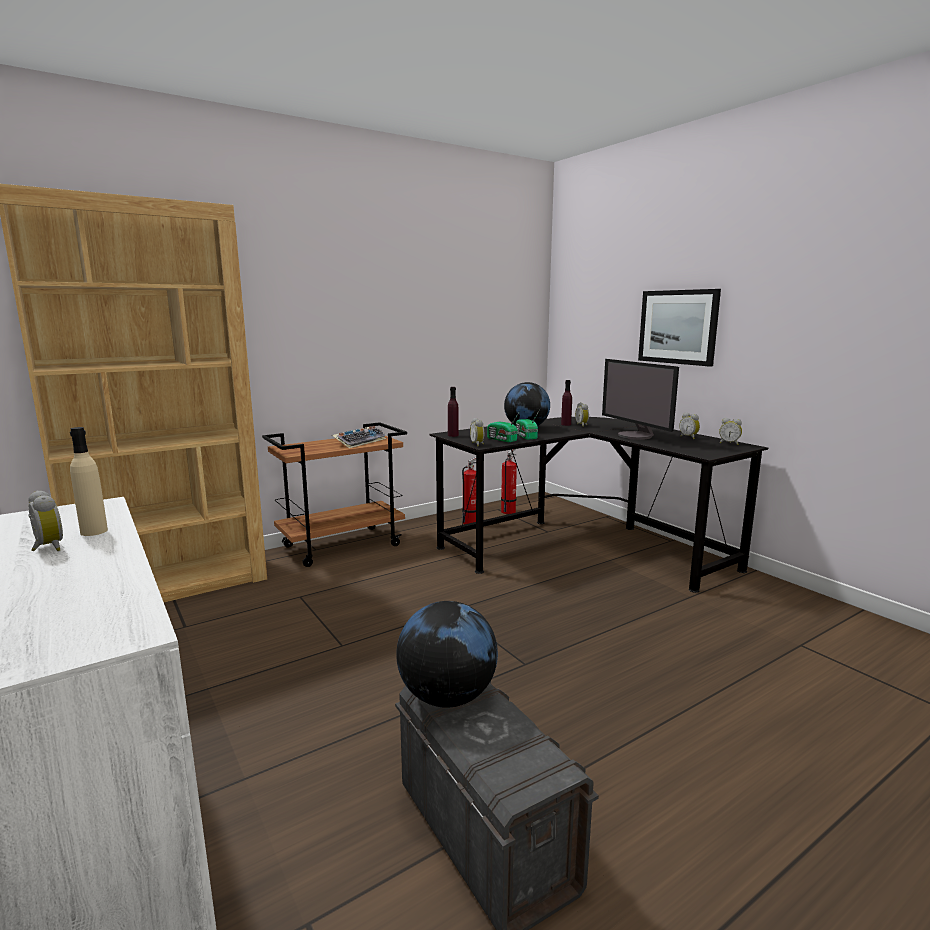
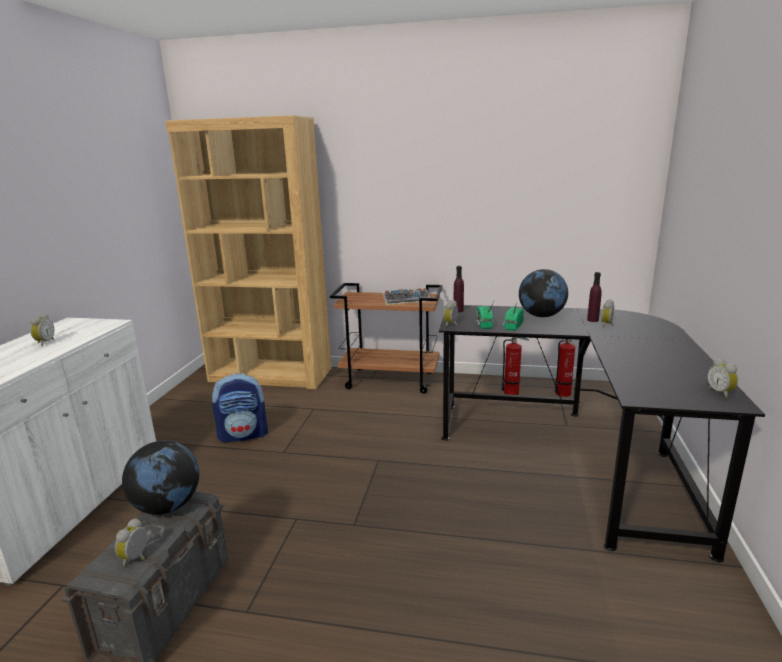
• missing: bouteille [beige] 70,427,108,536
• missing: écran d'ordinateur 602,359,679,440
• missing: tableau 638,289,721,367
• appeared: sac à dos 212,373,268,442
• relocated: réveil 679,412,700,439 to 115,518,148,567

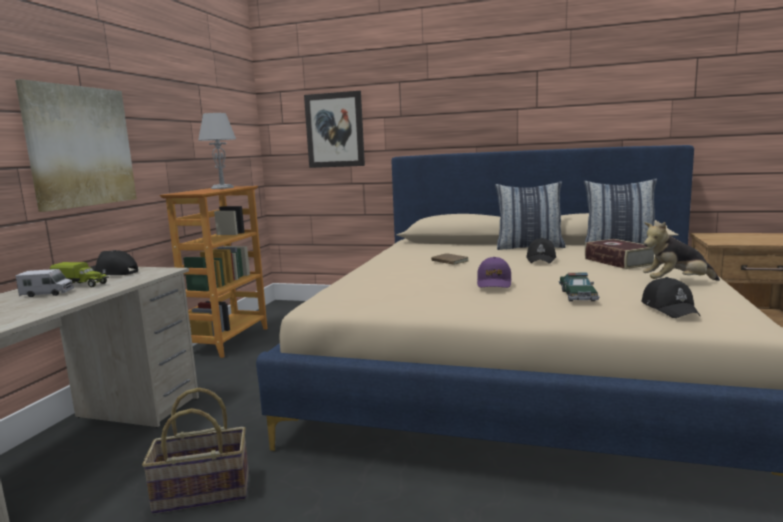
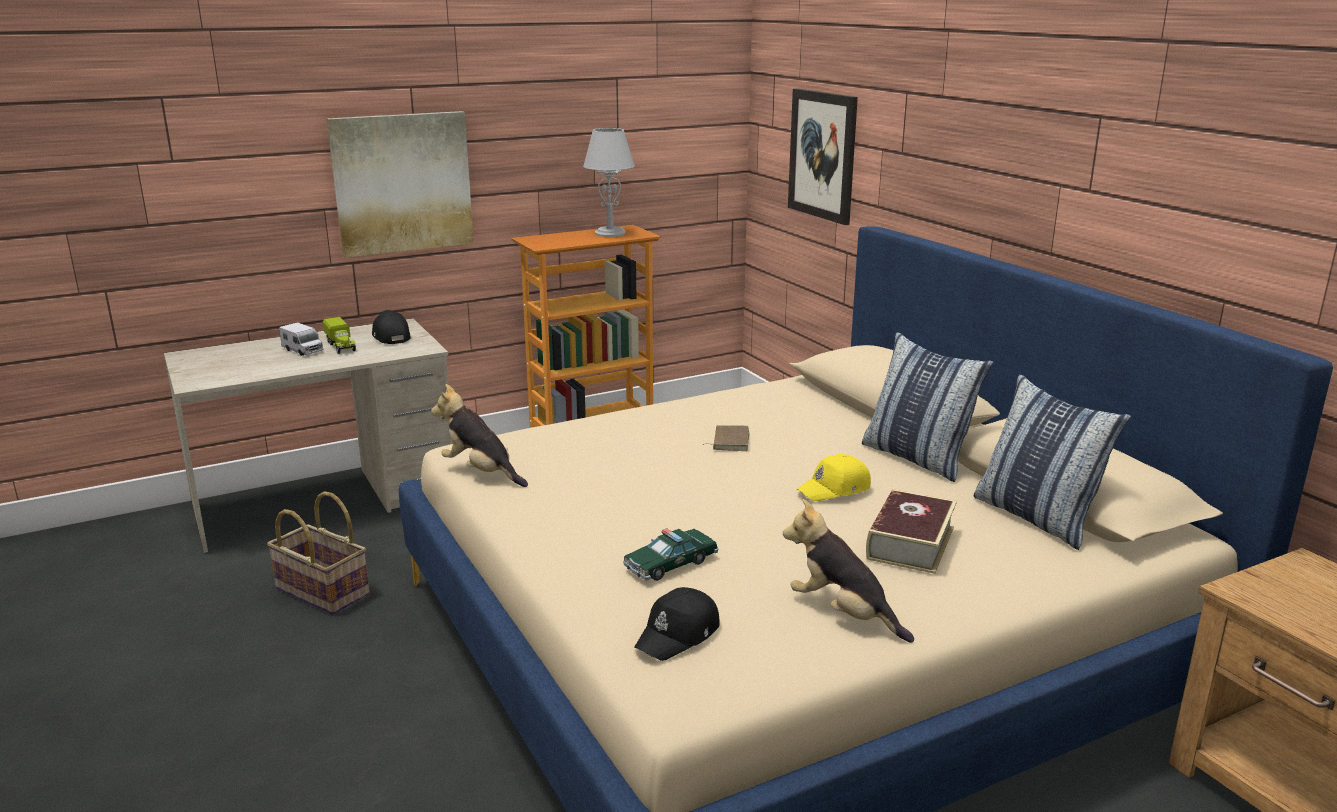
• missing: casquette [violet] 477,257,512,288
• appeared: peluche 431,384,528,487
• colour: casquette [noir] 526,238,556,264 to casquette [jaune] 797,454,871,501

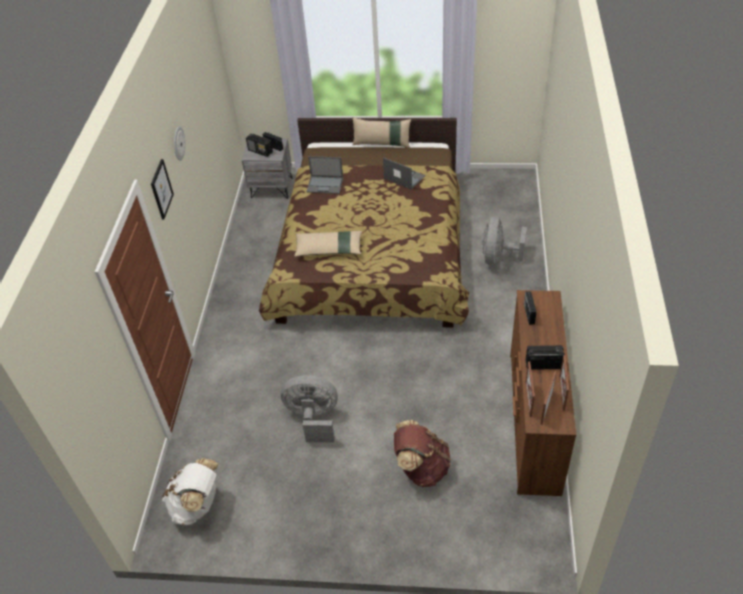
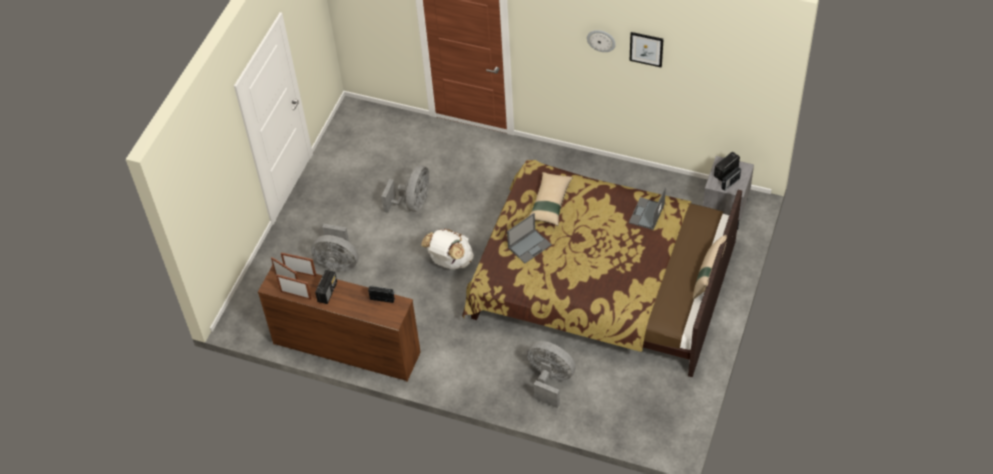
• relocated: tableau 151,159,174,219 to 629,32,664,67
• relocated: sac à dos [blanc] 162,458,218,525 to 421,229,474,269
• relocated: ordinateur portable 383,157,425,190 to 507,213,552,263
• exchanged: sac à dos [marron] 394,420,451,487 to ventilateur [gris] 311,224,358,271

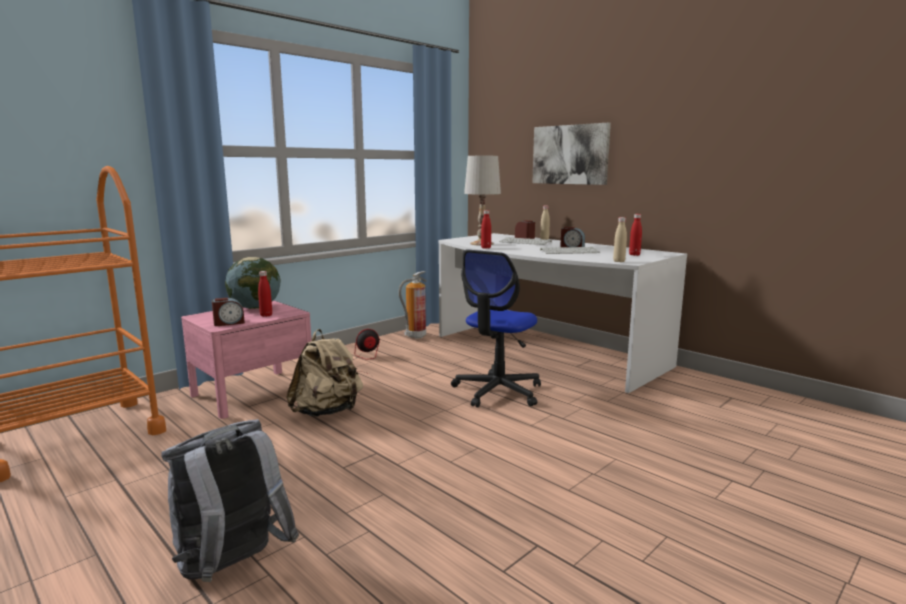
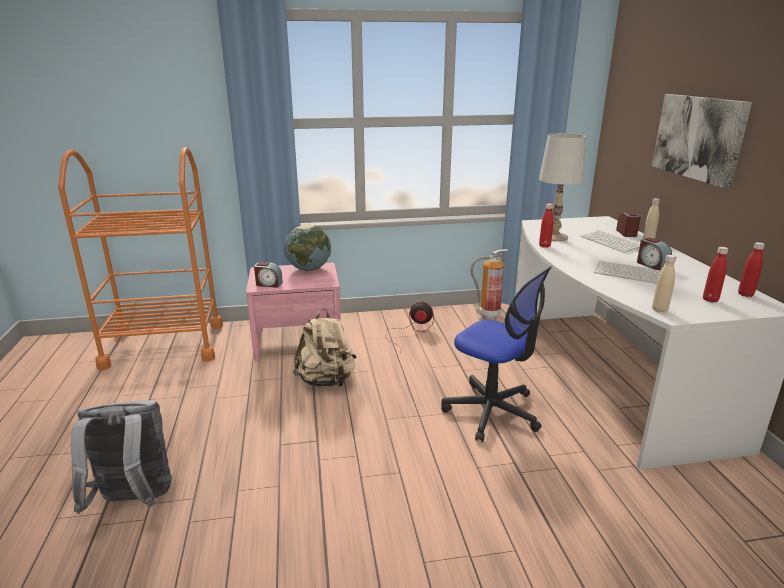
• relocated: bouteille [rouge] 258,271,272,317 to 738,242,765,297
• spun: chaise de bureau 451,249,541,407 = 441,266,552,442 120 degrees counterclockwise

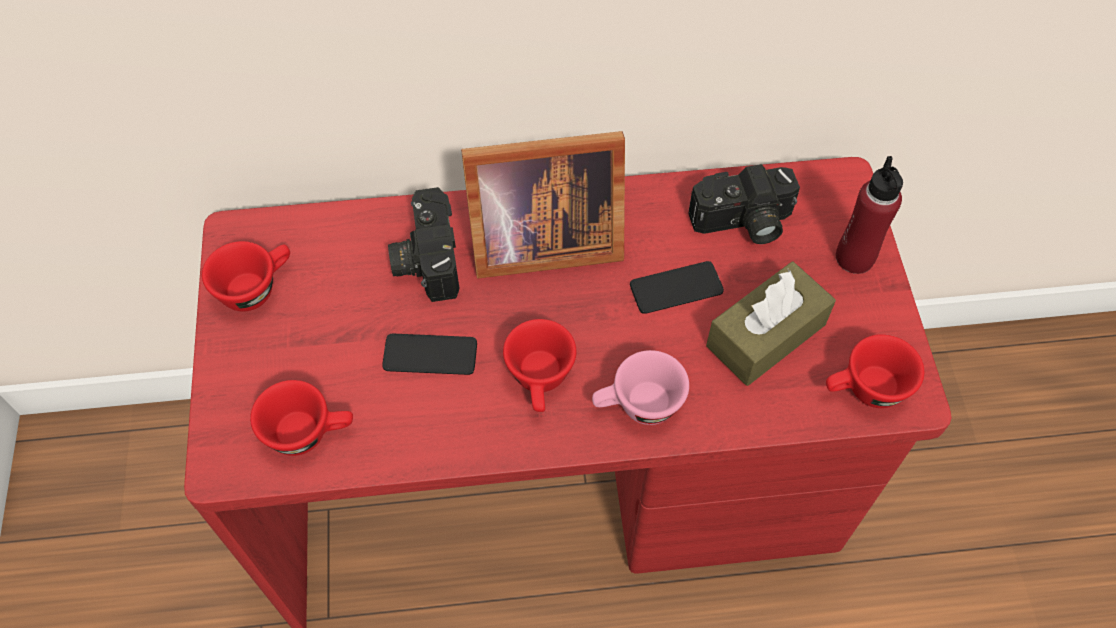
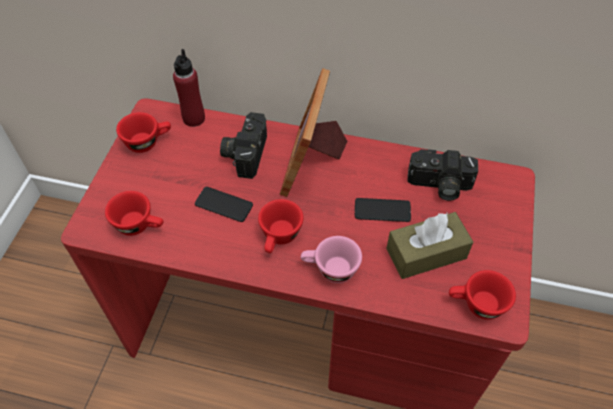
• relocated: bouteille [rouge] 836,156,903,274 to 173,49,205,127
• spun: cadre photo 461,131,625,278 = 280,68,347,197 90 degrees clockwise

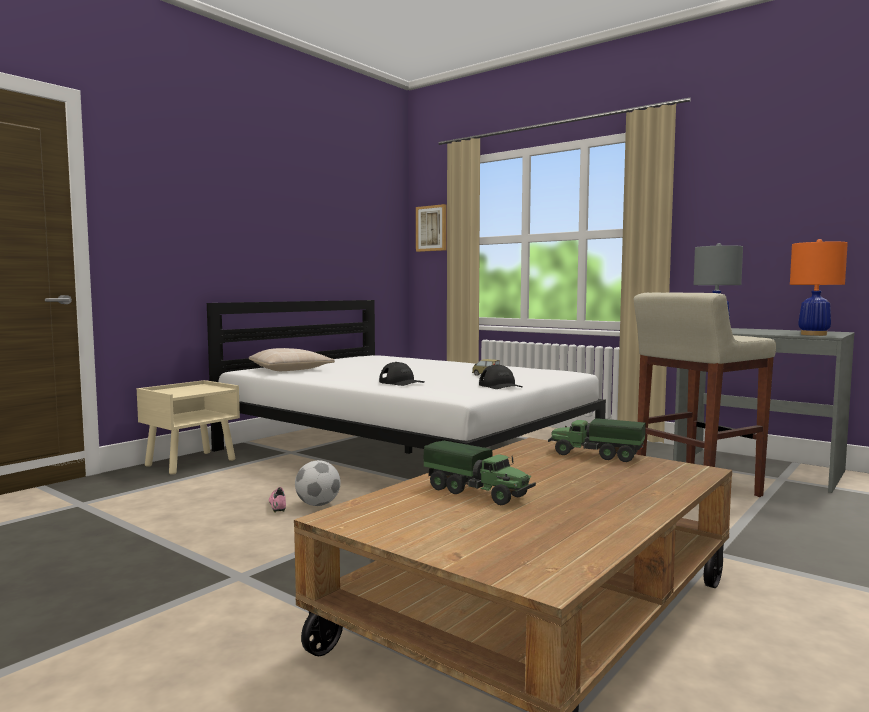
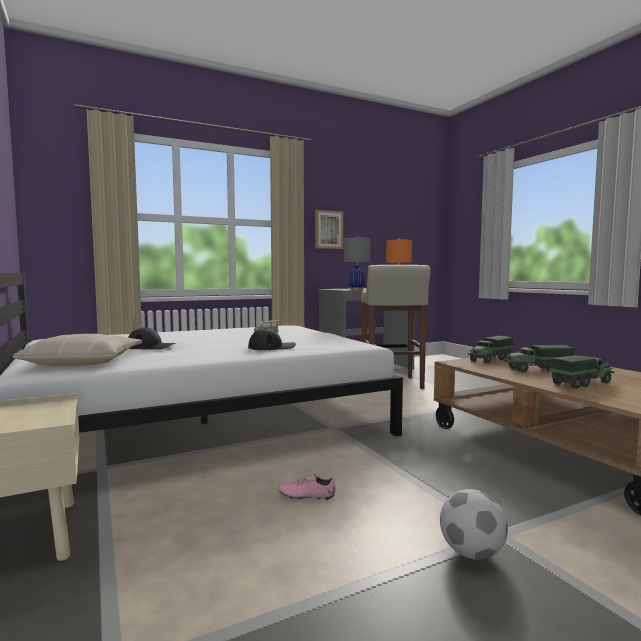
• appeared: camion jouet 504,345,574,372
• relocated: ballon de foot 295,460,340,506 to 440,489,508,560
• relocated: tableau 416,204,447,252 to 315,210,343,249
• relocated: casquette [noir] 479,364,522,389 to 128,327,175,349

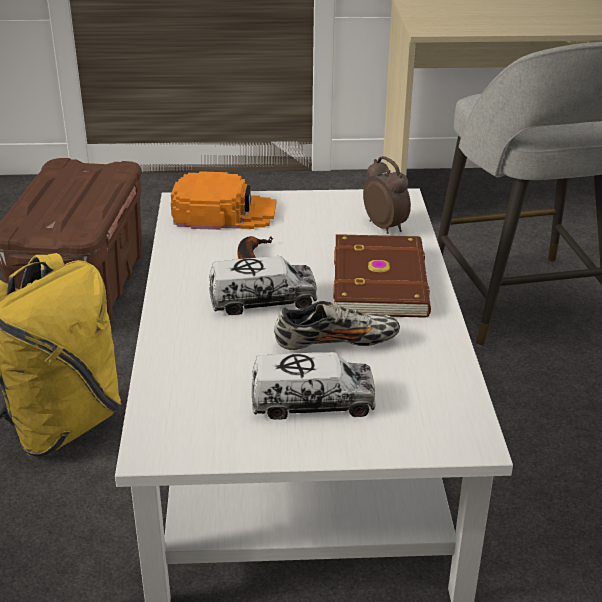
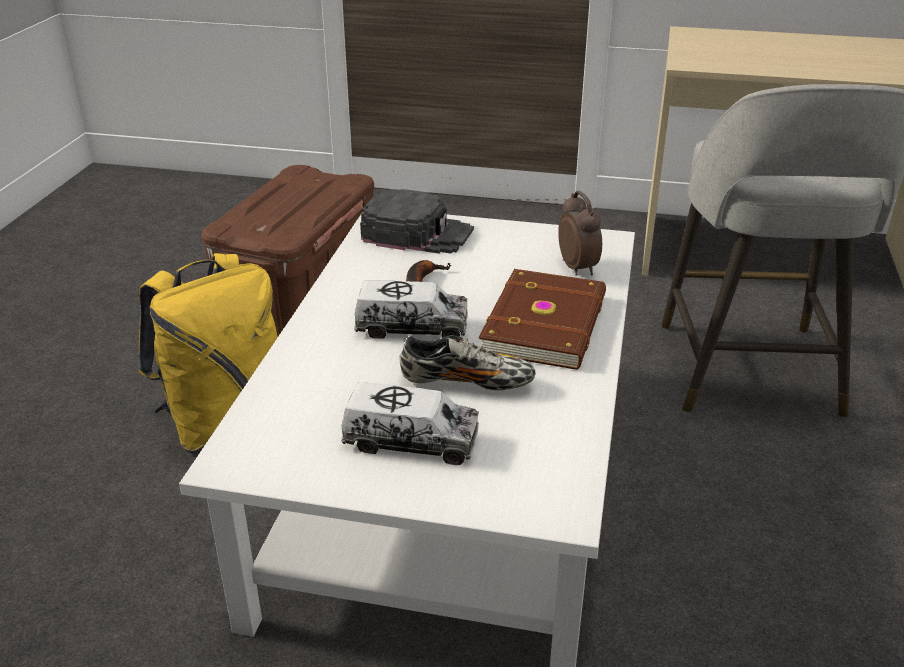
• colour: casquette [orange] 171,171,277,230 to casquette [noir] 360,189,474,254

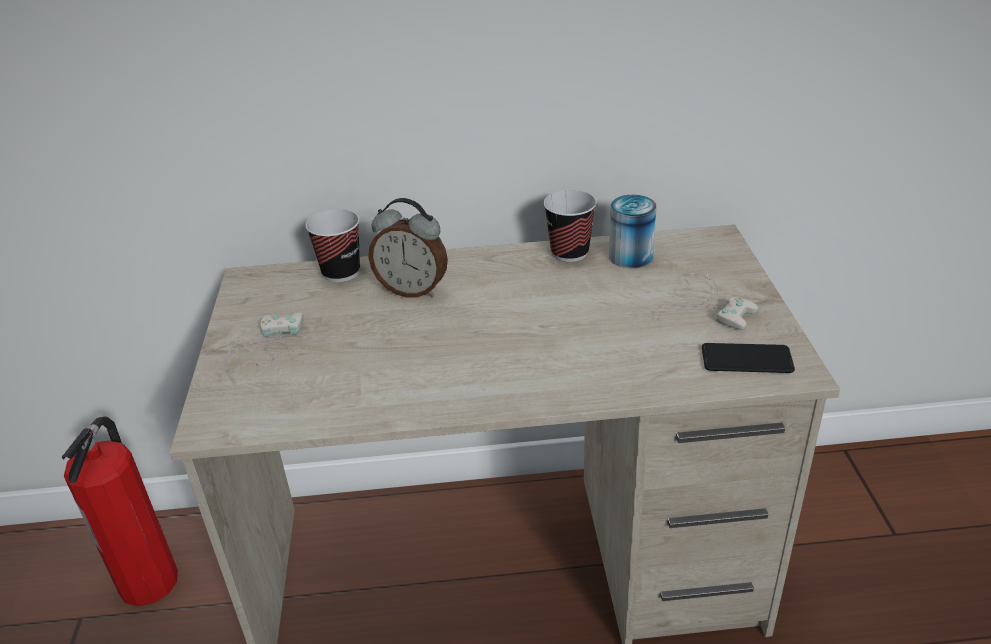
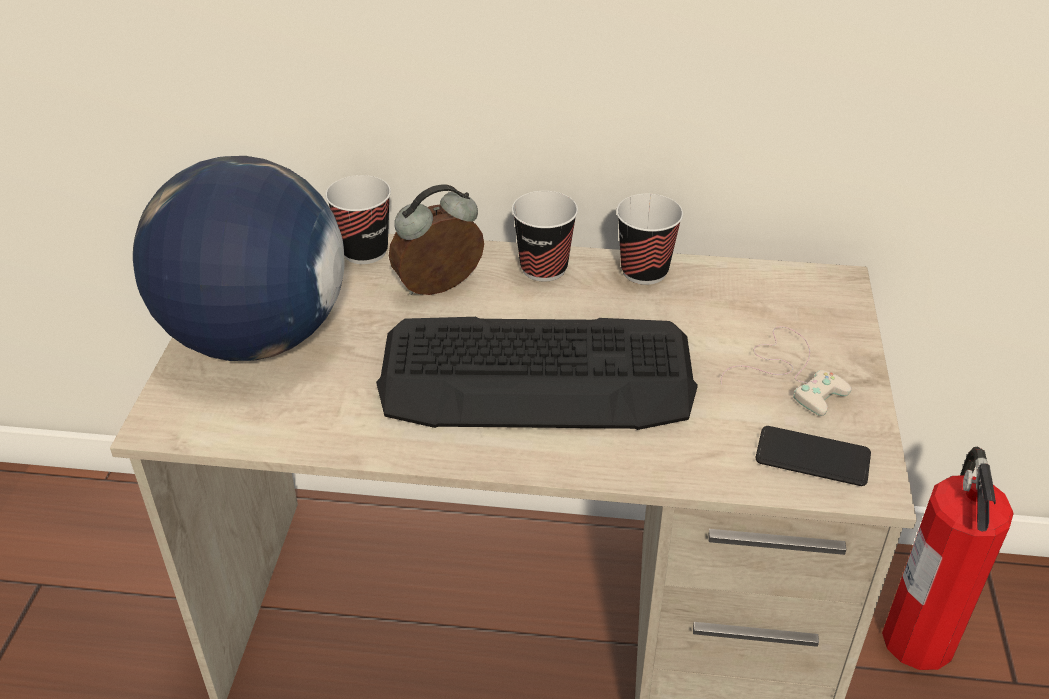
• missing: boîte métallique 609,195,657,268
• appeared: clavier 376,317,698,430
• appeared: tasse 512,191,578,282
• relocated: extincteur 62,416,178,606 to 882,447,1014,670
• exchanged: manette [blanc] 224,312,326,371 to globe 133,156,345,361
• spun: réveil 369,198,448,298 = 389,184,484,295 120 degrees clockwise

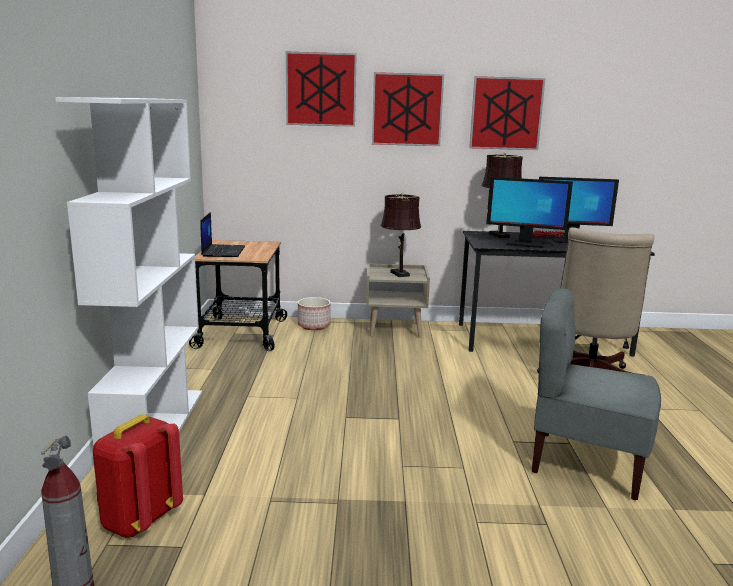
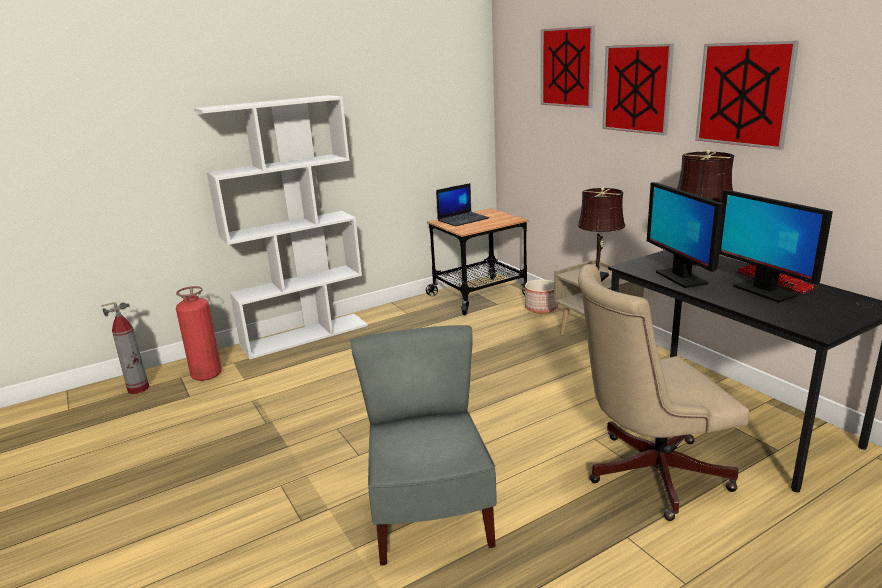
• exchanged: sac à dos [rouge] 93,414,183,538 to extincteur 176,286,222,381

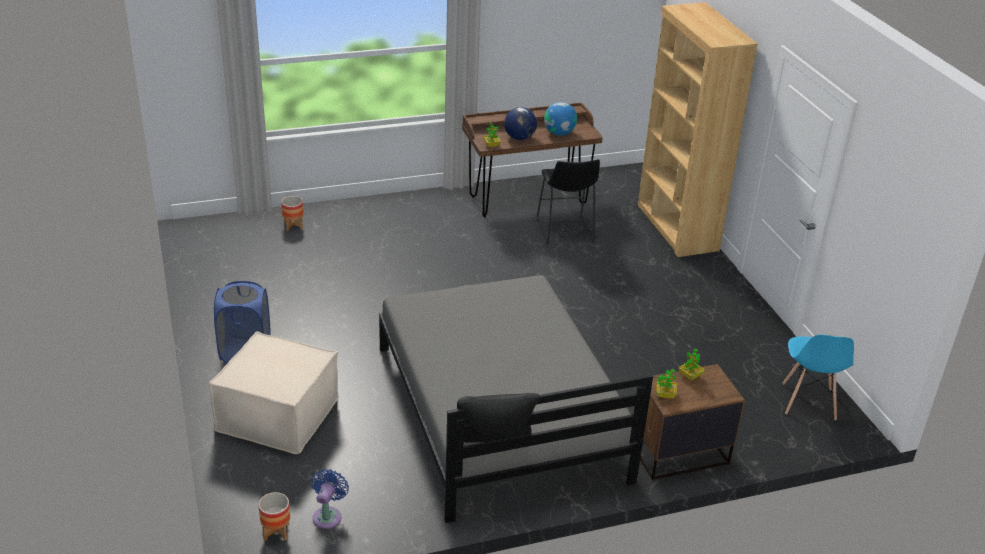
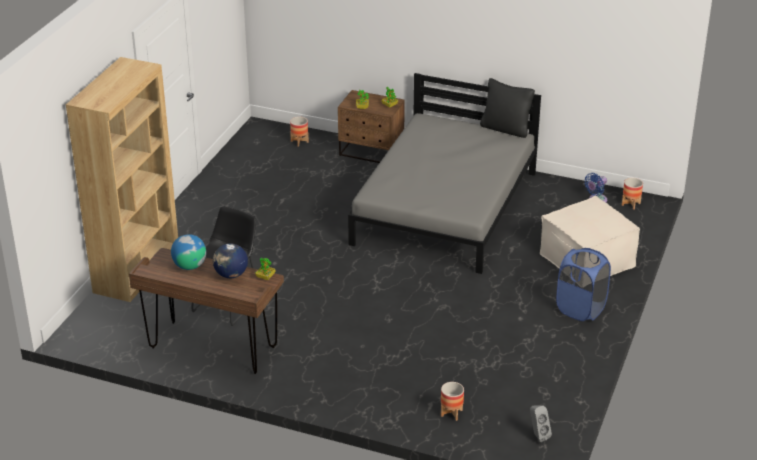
• missing: chaise [bleu] 782,335,854,420
• appeared: cache-pot 290,117,309,147
• appeared: enceinte [gris] 530,406,552,442

